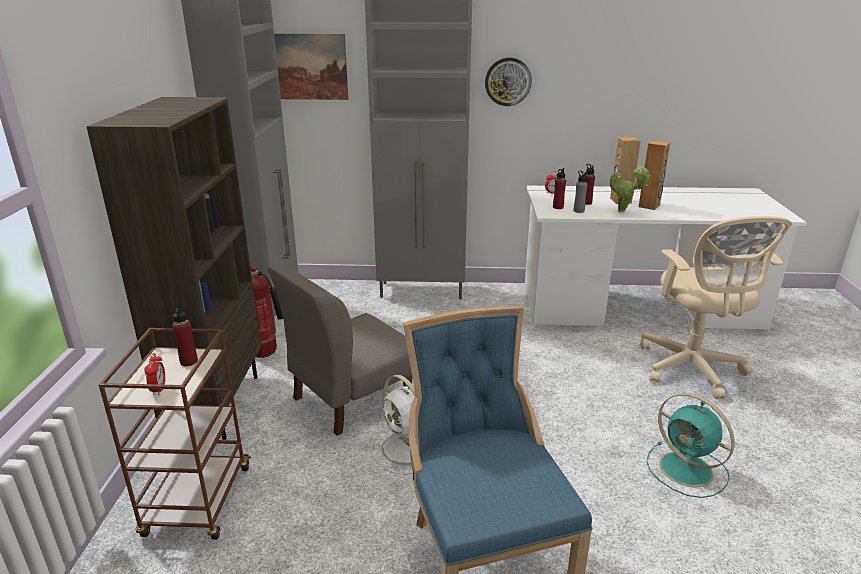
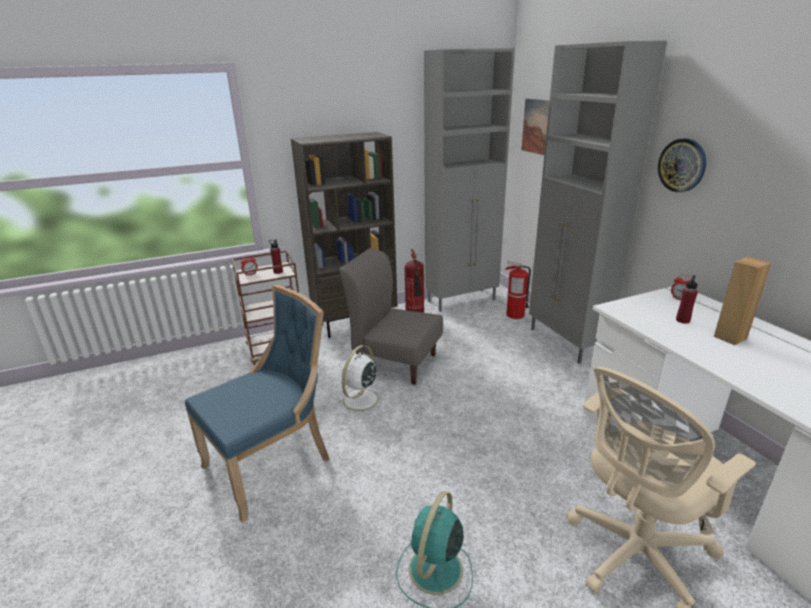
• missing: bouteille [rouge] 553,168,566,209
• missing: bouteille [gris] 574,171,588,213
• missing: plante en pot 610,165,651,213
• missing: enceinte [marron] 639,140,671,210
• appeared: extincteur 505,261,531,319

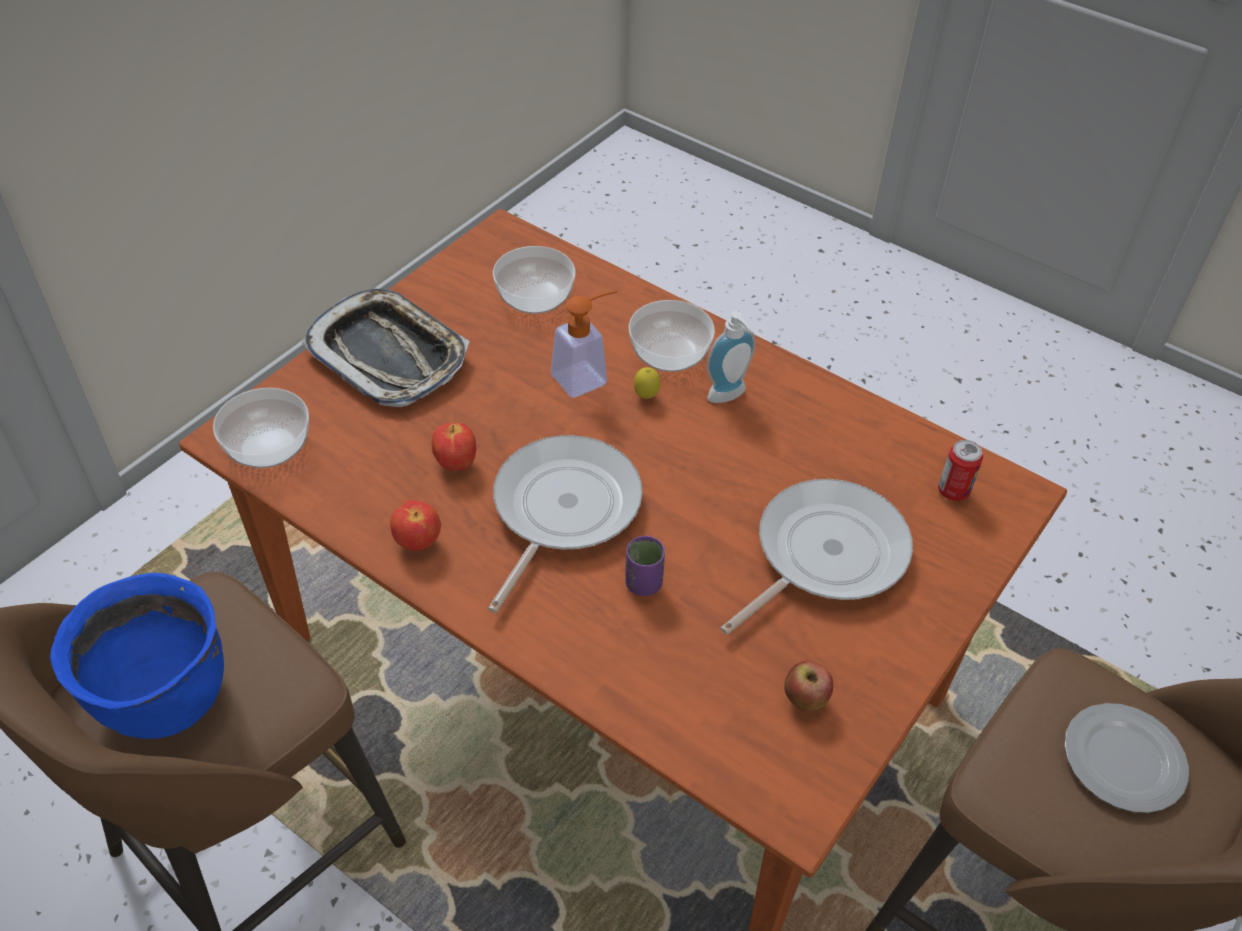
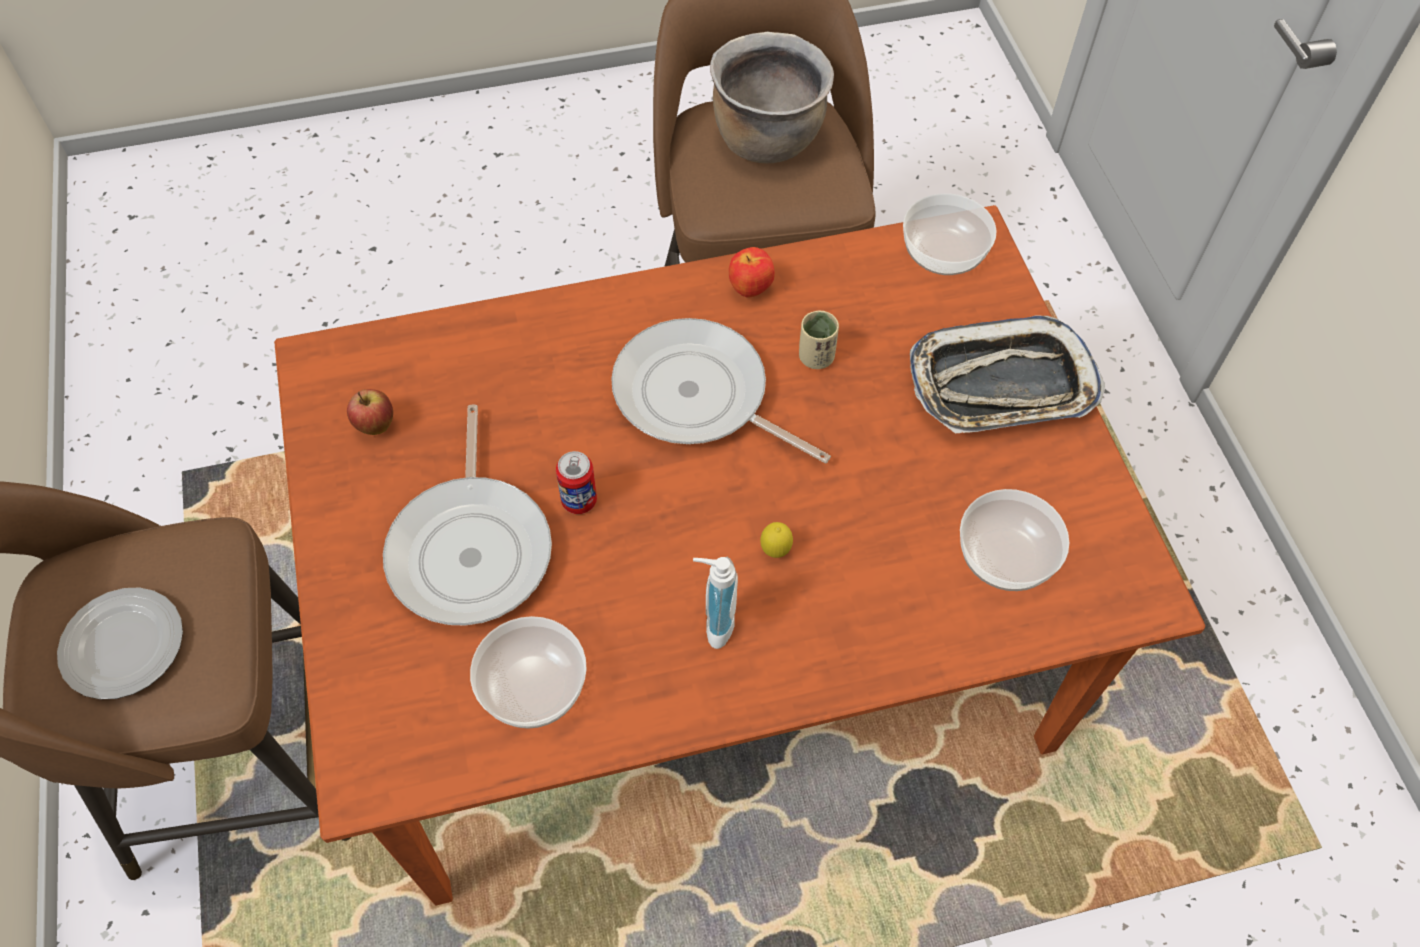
• missing: distributeur de savon 551,290,618,398
• missing: tasse [violet] 625,536,665,596
• relocated: bol 629,300,715,372 to 470,616,587,729
• relocated: boîte métallique 938,440,983,501 to 556,451,597,514
• exchanged: pomme 432,423,476,471 to tasse [beige] 799,310,839,369
• colour: marmite [bleu] 50,573,224,739 to marmite [marron] 710,32,834,163
• spun: poêle 488,435,643,613 = 611,318,831,464 150 degrees clockwise

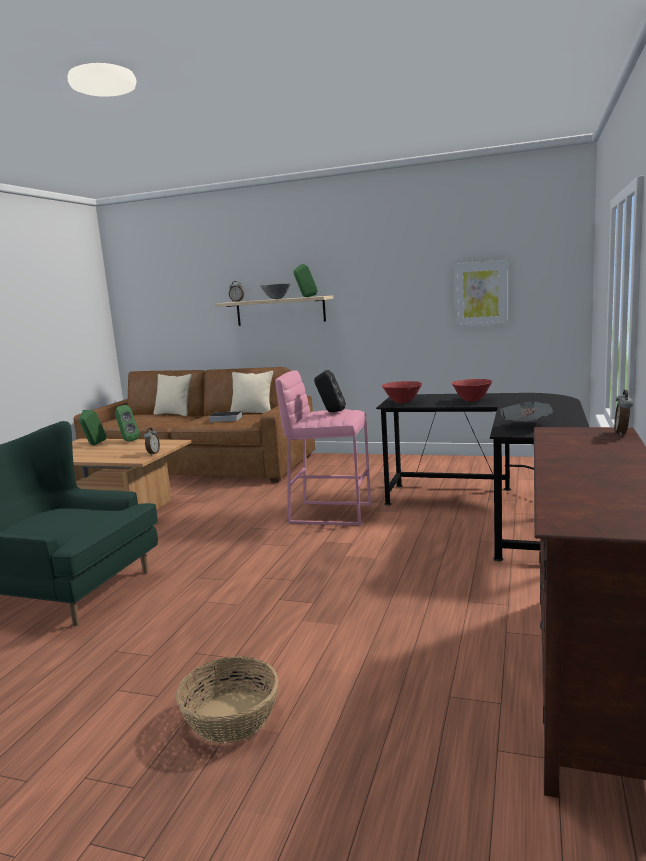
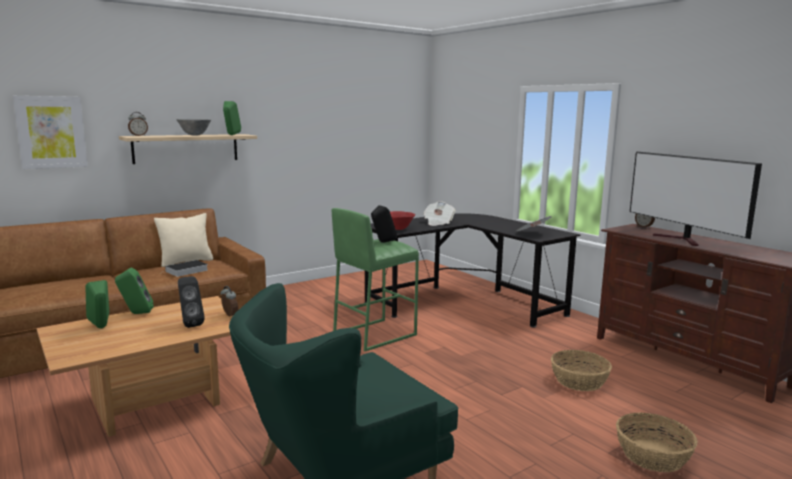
• missing: coussin [beige] 153,374,192,416
• appeared: enceinte [noir] 178,276,205,328
• appeared: panier 551,350,612,391
• appeared: téléviseur 630,152,762,246
• relocated: tableau 454,260,508,327 to 13,96,87,169
• exchanged: bol [rouge] 452,379,492,402 to journal 423,201,456,226
• colour: tabouret [rose] 275,370,371,526 to tabouret [vert] 332,208,419,351

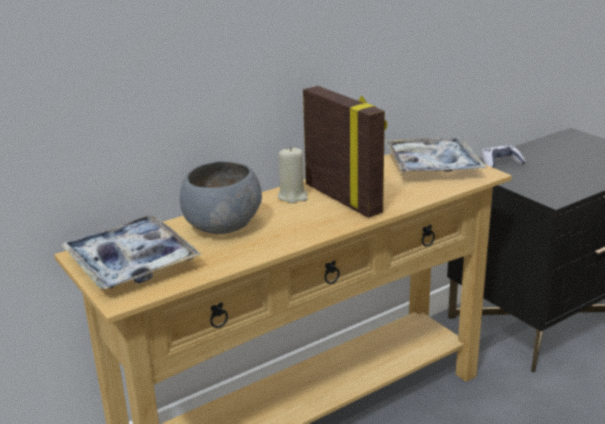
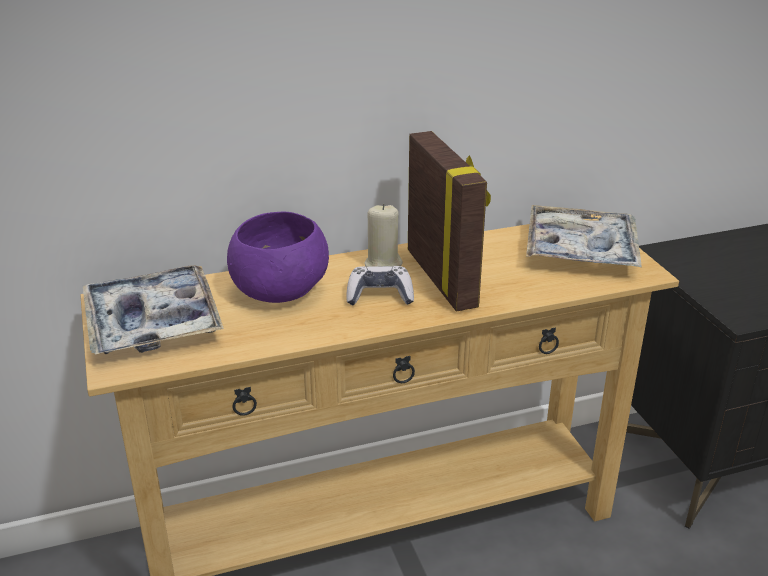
• relocated: manette 482,145,526,168 to 347,266,414,305
• colour: bol [gris] 180,161,262,234 to bol [violet] 227,211,329,303

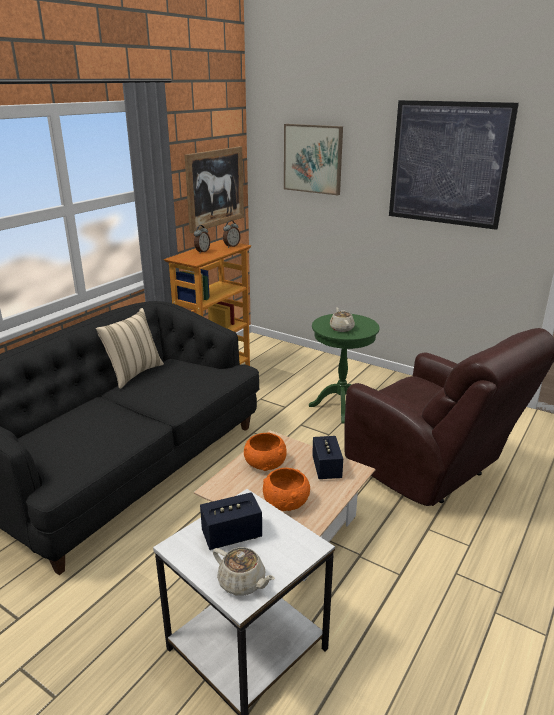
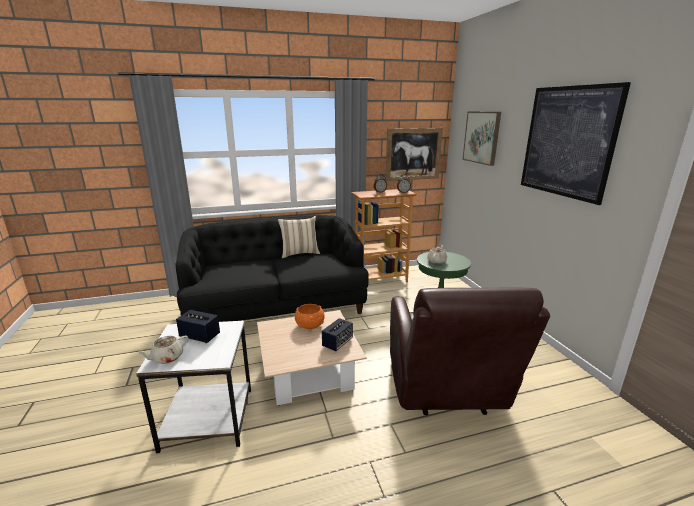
• missing: bol [orange] 263,468,310,511
• spun: théière [beige] 213,547,275,596 = 137,336,189,364 60 degrees clockwise

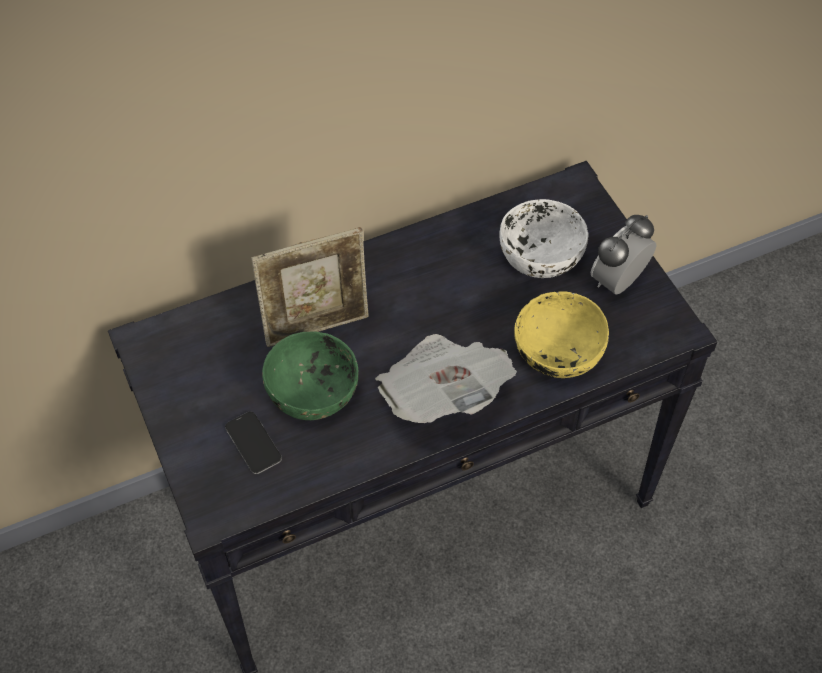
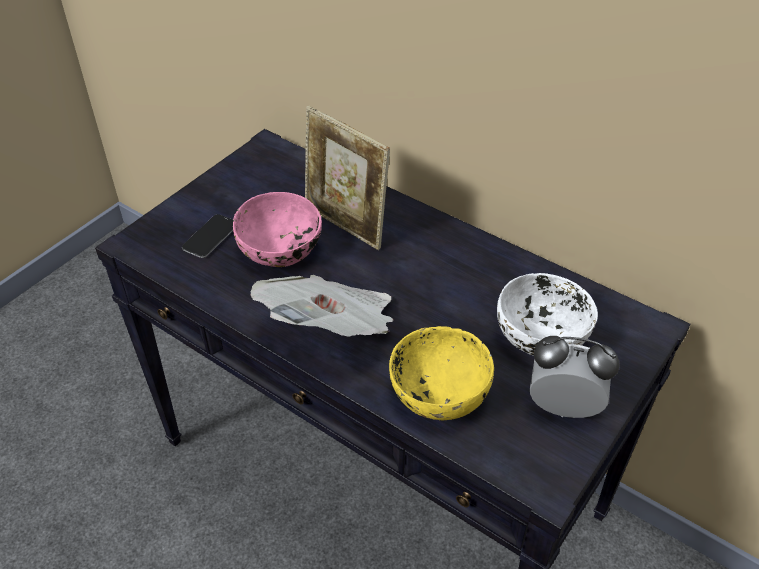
• colour: bol [vert] 262,331,359,420 to bol [rose] 233,192,322,267

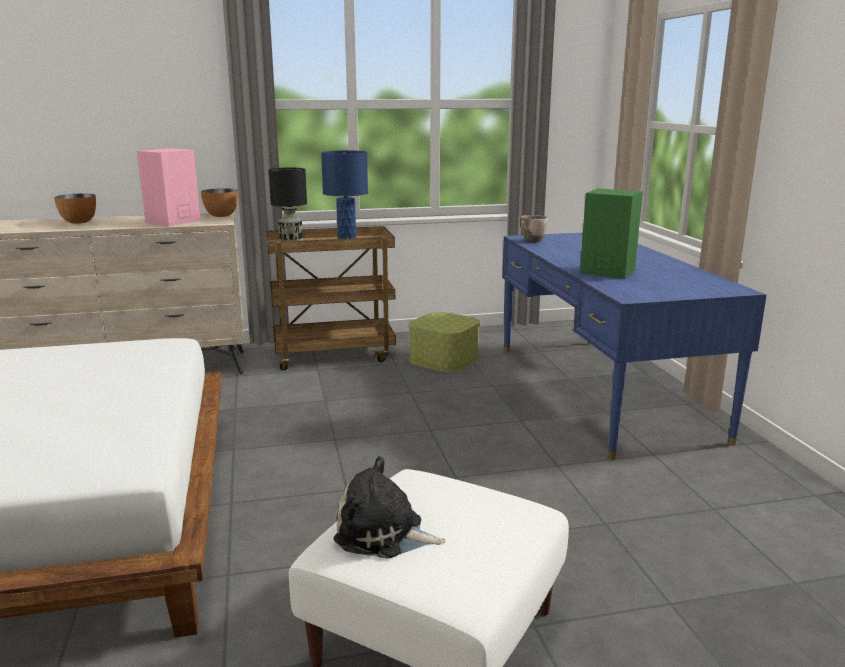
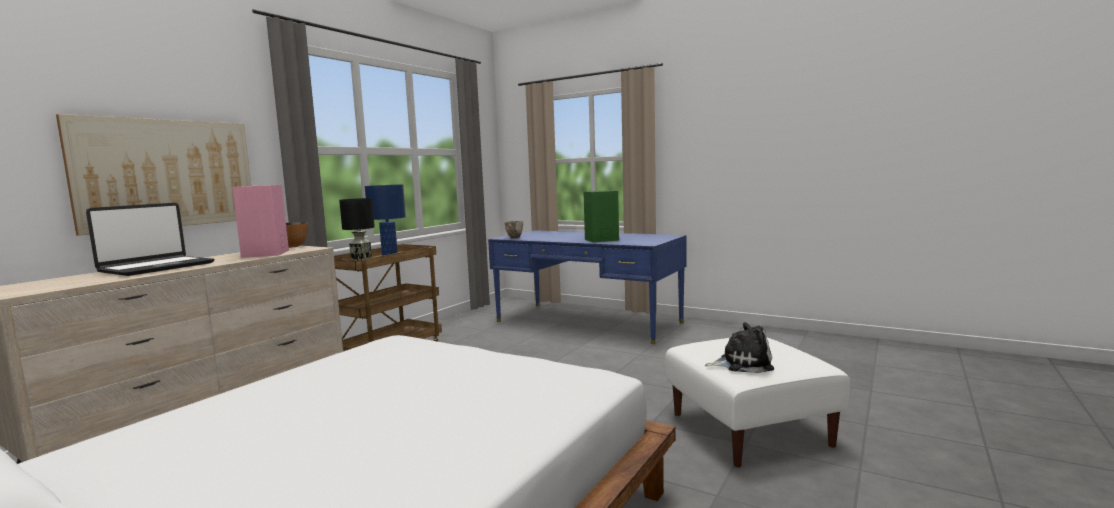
• missing: boîte de rangement 409,312,480,372
• appeared: tableau 56,114,251,236
• exchanged: bol 54,193,96,224 to ordinateur portable 86,203,214,276
• spun: peluche 334,456,446,559 = 705,322,774,373 150 degrees counterclockwise

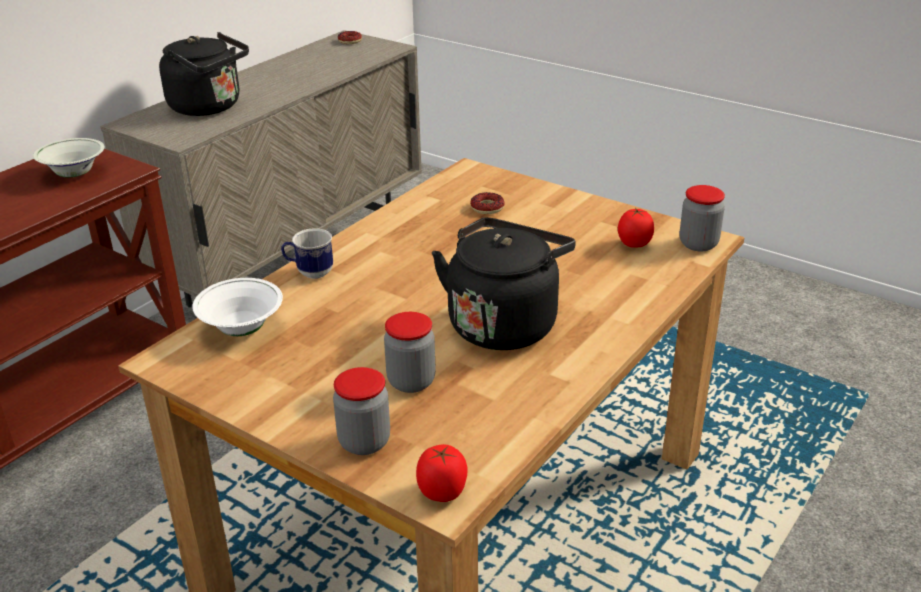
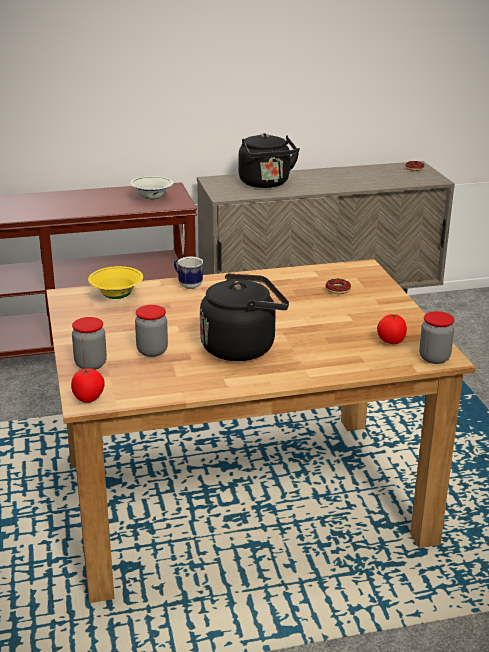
• colour: bol [blanc] 192,278,283,336 to bol [jaune] 88,266,143,299

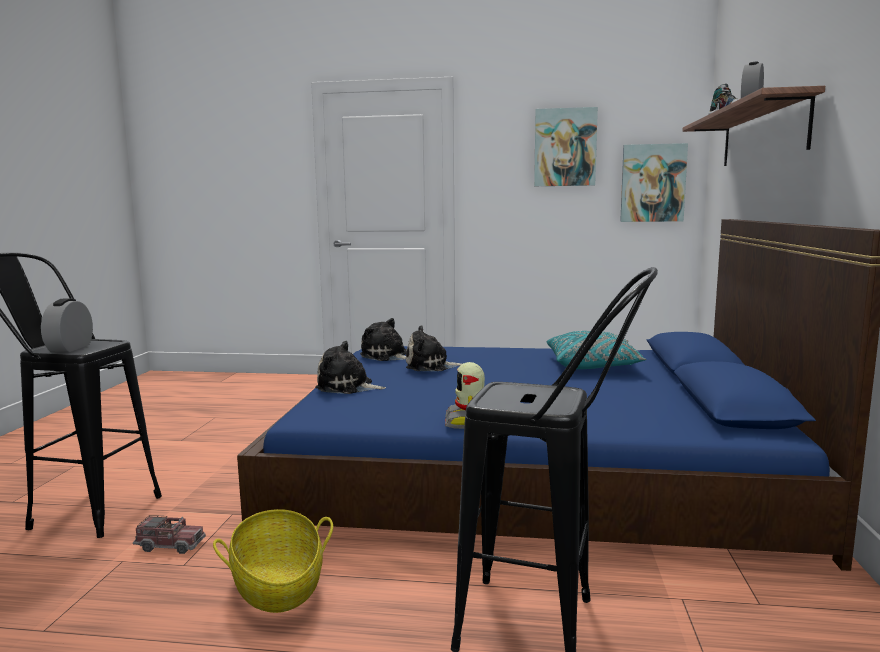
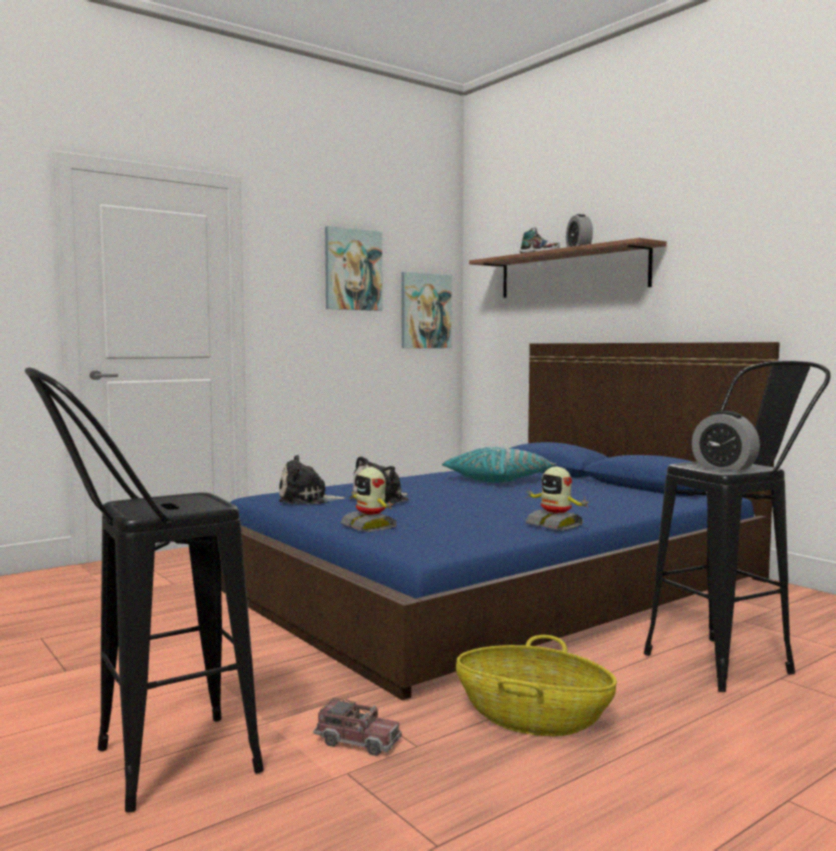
• relocated: réveil 41,298,93,352 to 692,411,760,471
• exchanged: peluche 315,341,386,394 to robot jouet 341,468,397,532
• spun: camion jouet 133,515,206,554 = 313,698,402,756 60 degrees clockwise

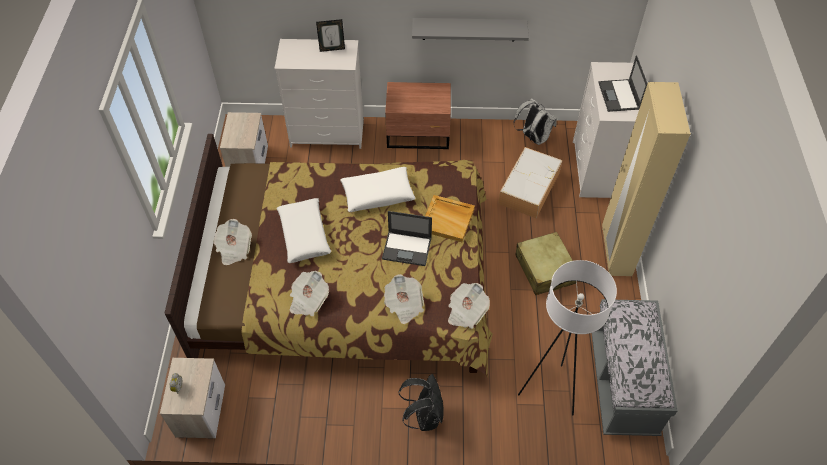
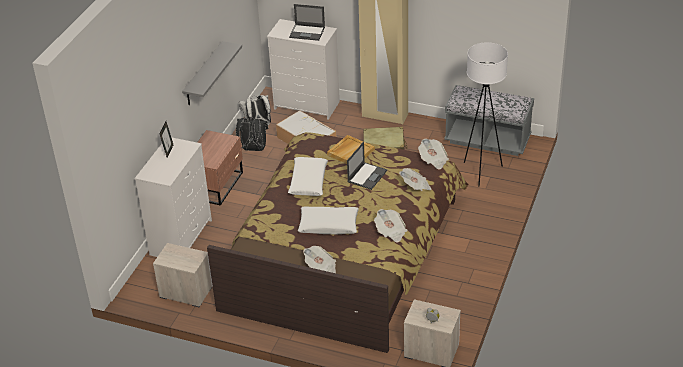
• relocated: sac à dos [noir] 398,374,444,431 to 236,117,268,151

